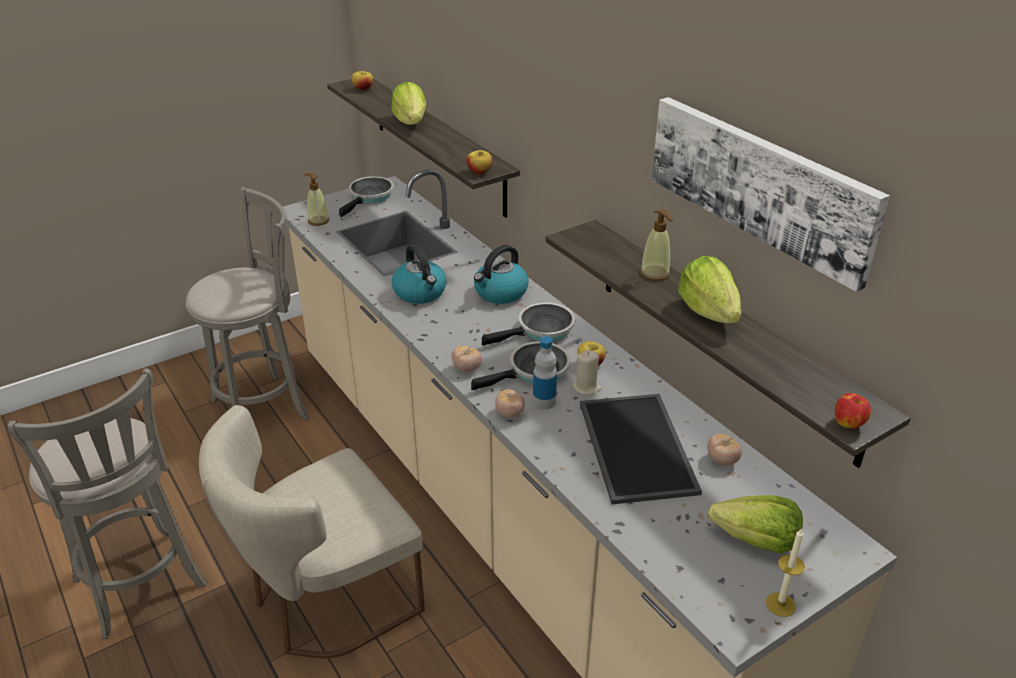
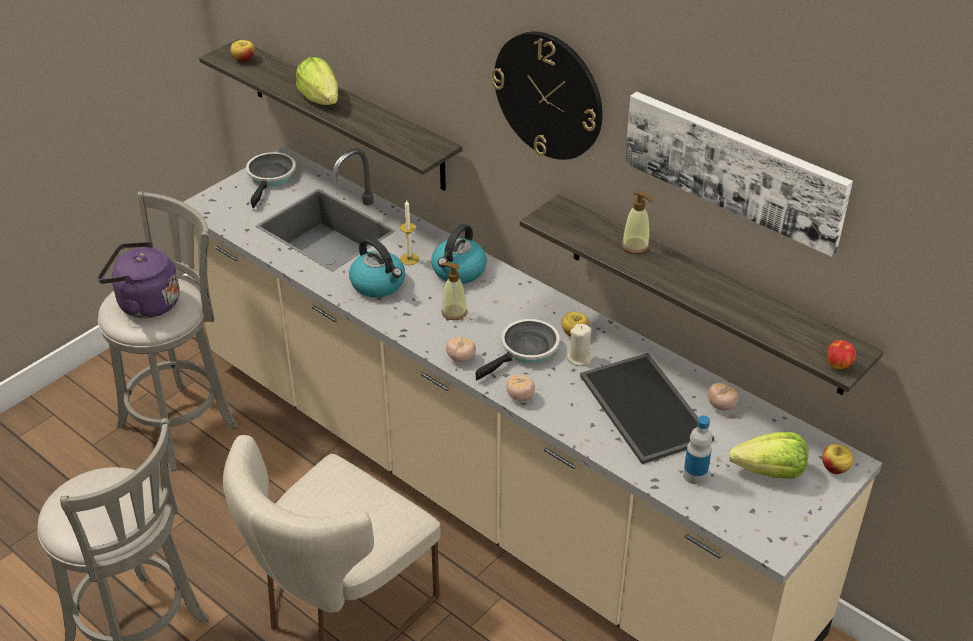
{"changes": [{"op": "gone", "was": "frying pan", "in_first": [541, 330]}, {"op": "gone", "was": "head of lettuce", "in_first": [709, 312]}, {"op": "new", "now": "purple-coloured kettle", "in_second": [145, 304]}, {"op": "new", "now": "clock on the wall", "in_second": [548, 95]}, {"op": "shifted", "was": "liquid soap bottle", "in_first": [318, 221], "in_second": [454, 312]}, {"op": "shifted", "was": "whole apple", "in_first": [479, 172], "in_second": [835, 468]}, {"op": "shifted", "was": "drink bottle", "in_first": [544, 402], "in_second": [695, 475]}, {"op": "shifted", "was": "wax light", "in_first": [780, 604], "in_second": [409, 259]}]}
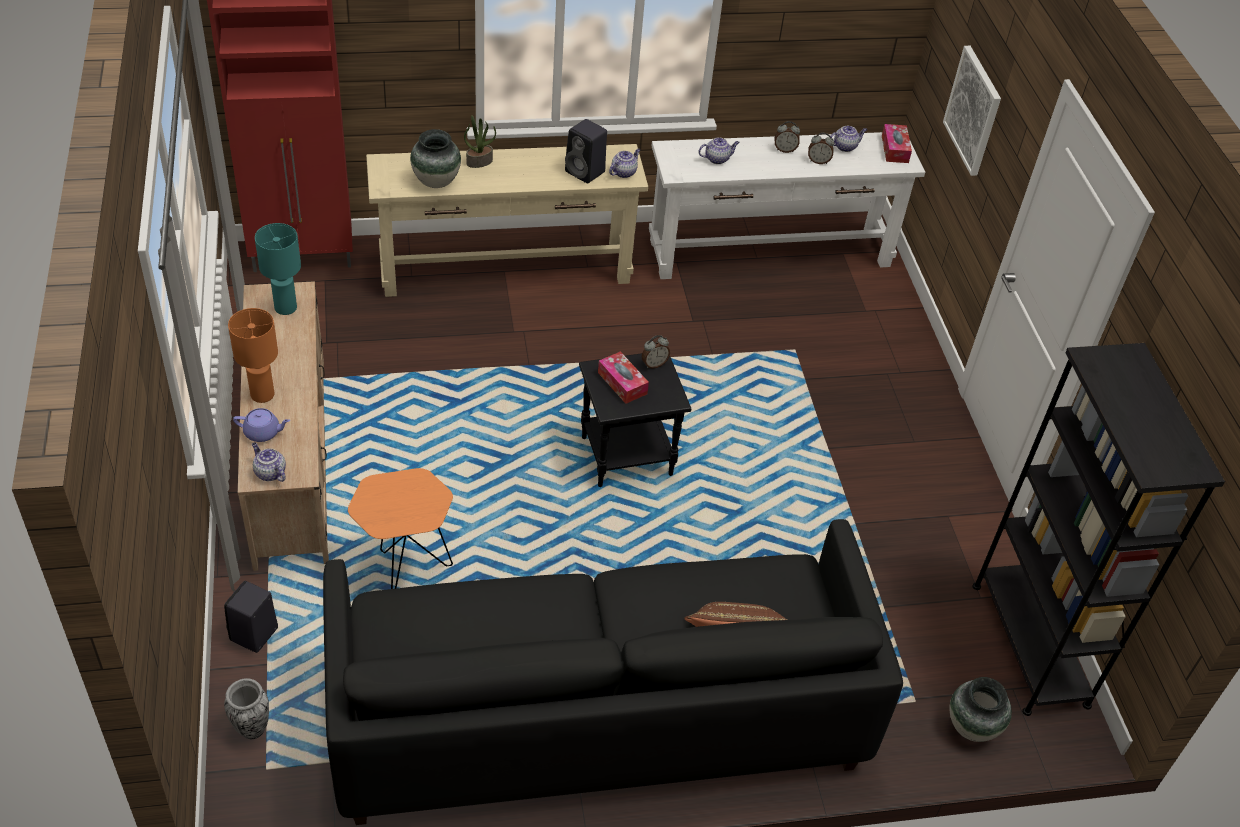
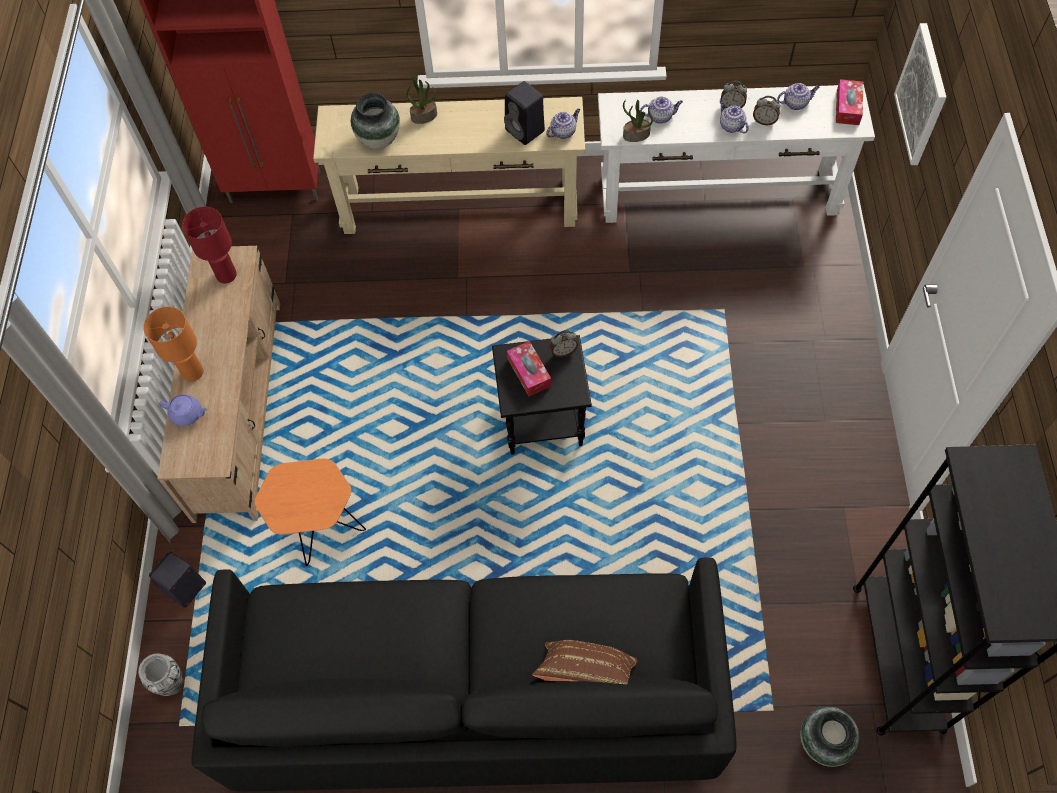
{"changes": [{"op": "new", "now": "plant in a pot", "in_second": [636, 135]}, {"op": "shifted", "was": "tea pot", "in_first": [269, 473], "in_second": [731, 126]}, {"op": "repainted", "was": "turquoise table lamp", "now": "red table lamp", "in_first": [286, 307], "in_second": [227, 275]}]}
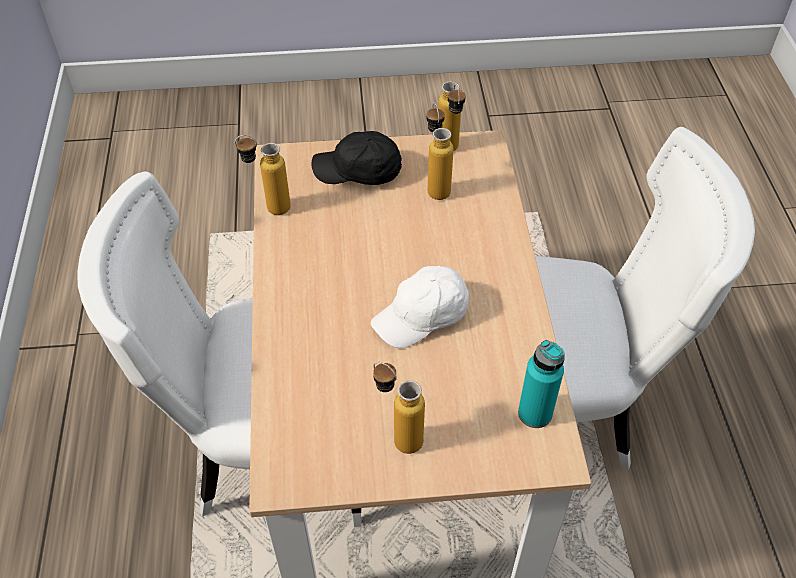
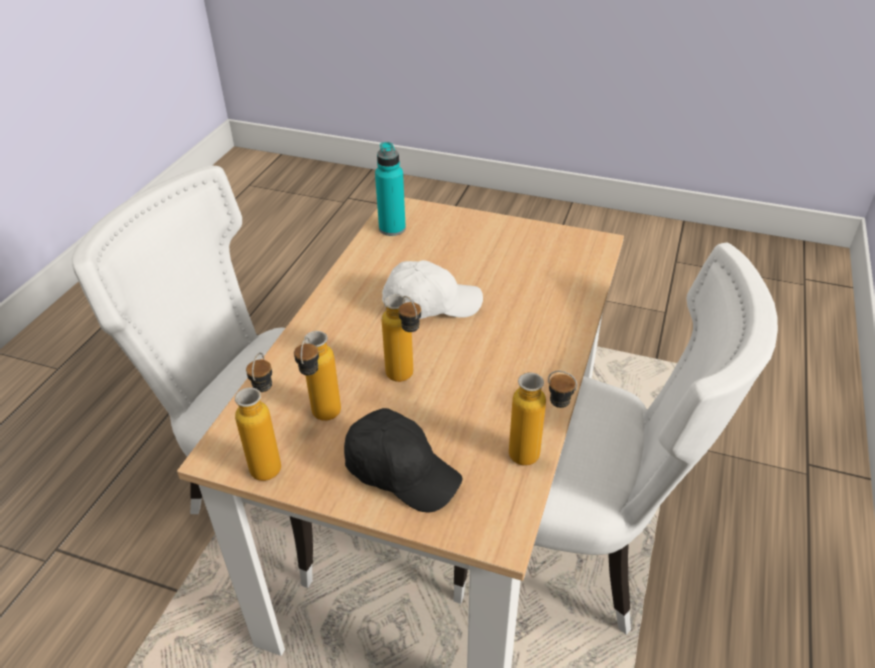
{"changes": [{"op": "shifted", "was": "drink bottle", "in_first": [398, 436], "in_second": [405, 380]}]}
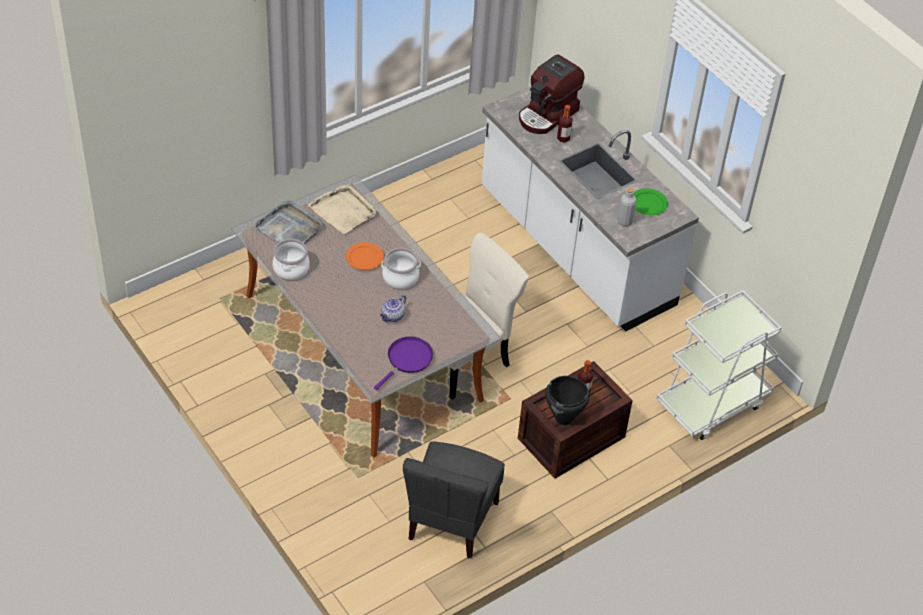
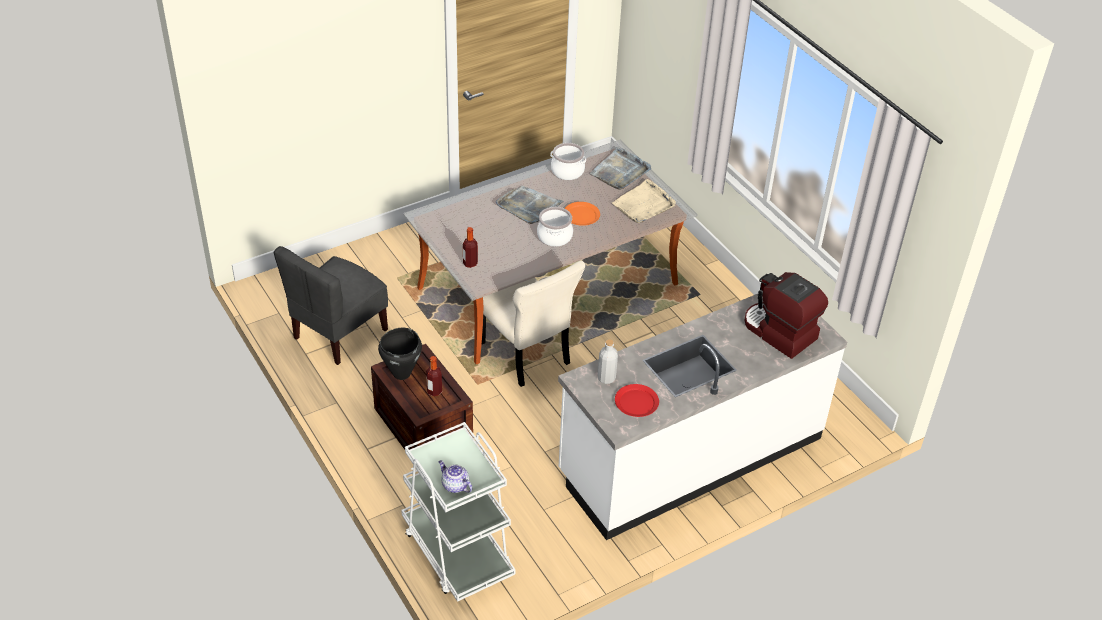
{"changes": [{"op": "gone", "was": "purple-coloured frying pan", "in_first": [407, 359]}, {"op": "new", "now": "greyish tray", "in_second": [528, 206]}, {"op": "shifted", "was": "tea pot", "in_first": [392, 316], "in_second": [454, 485]}, {"op": "shifted", "was": "drink bottle", "in_first": [563, 138], "in_second": [470, 263]}, {"op": "repainted", "was": "greenish plate", "now": "red plate", "in_first": [648, 203], "in_second": [636, 402]}, {"op": "rotated", "was": "greyish upright chair", "in_first": [451, 520], "in_second": [339, 333], "clockwise": -75}]}
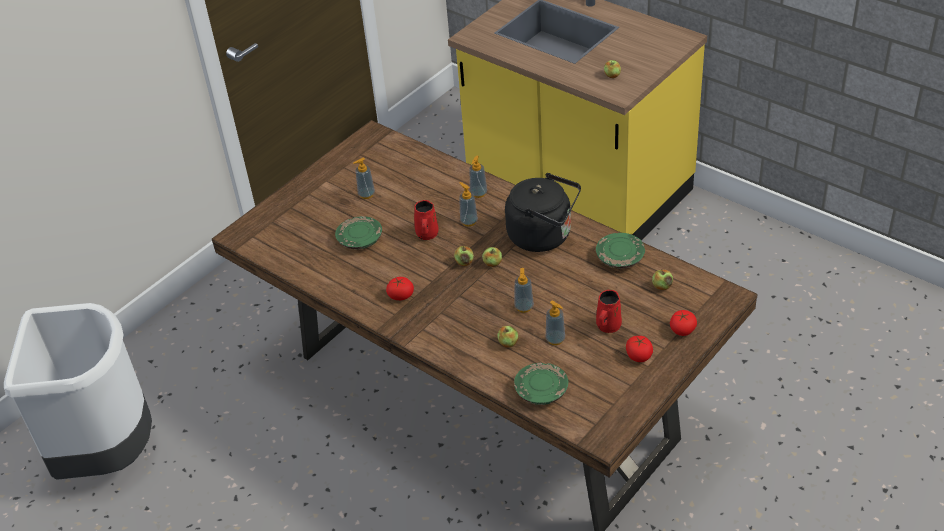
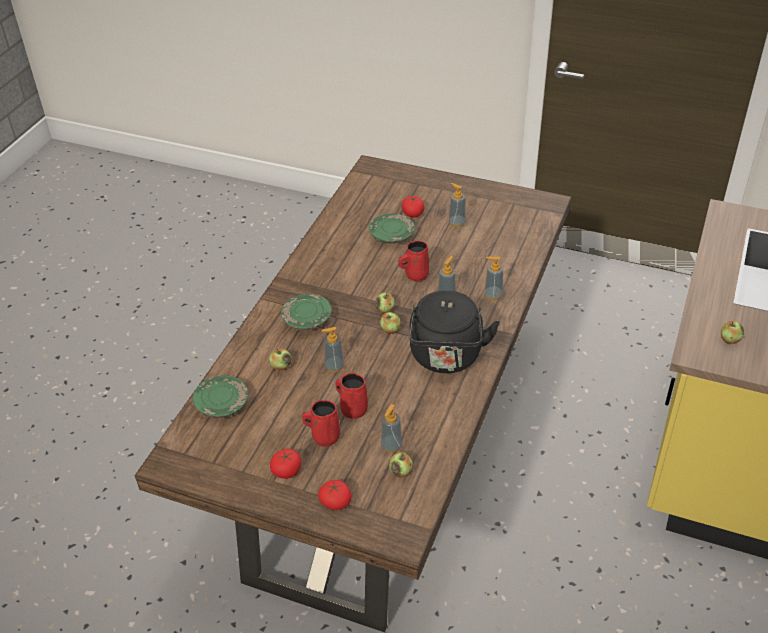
{"changes": [{"op": "gone", "was": "white-coloured trash can", "in_first": [109, 455]}, {"op": "new", "now": "red mug", "in_second": [353, 409]}, {"op": "shifted", "was": "fresh tomato", "in_first": [401, 295], "in_second": [413, 213]}, {"op": "shifted", "was": "liquid soap bottle", "in_first": [555, 339], "in_second": [391, 446]}, {"op": "shifted", "was": "greenish plate", "in_first": [620, 257], "in_second": [307, 319]}]}
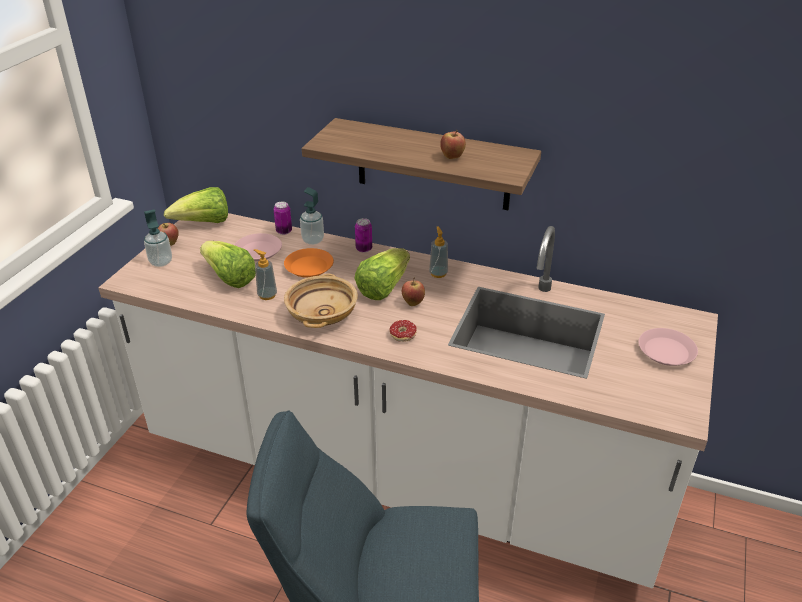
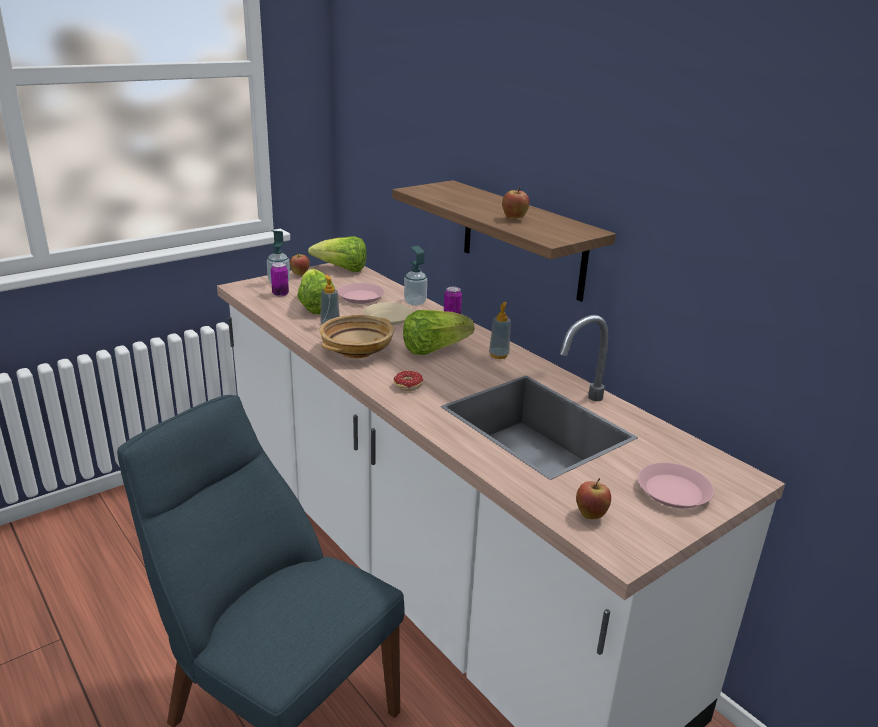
{"changes": [{"op": "shifted", "was": "metal can", "in_first": [284, 231], "in_second": [280, 294]}, {"op": "shifted", "was": "whole apple", "in_first": [413, 303], "in_second": [590, 515]}, {"op": "repainted", "was": "orange-coloured plate", "now": "beige plate", "in_first": [309, 267], "in_second": [388, 318]}]}
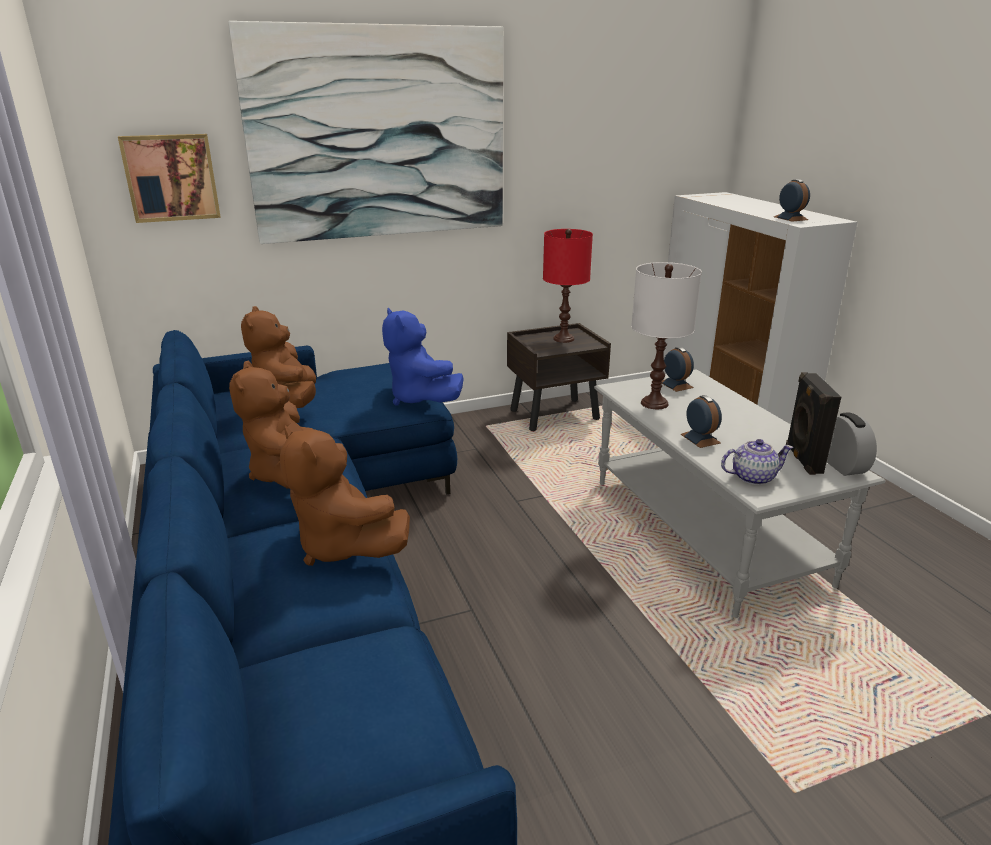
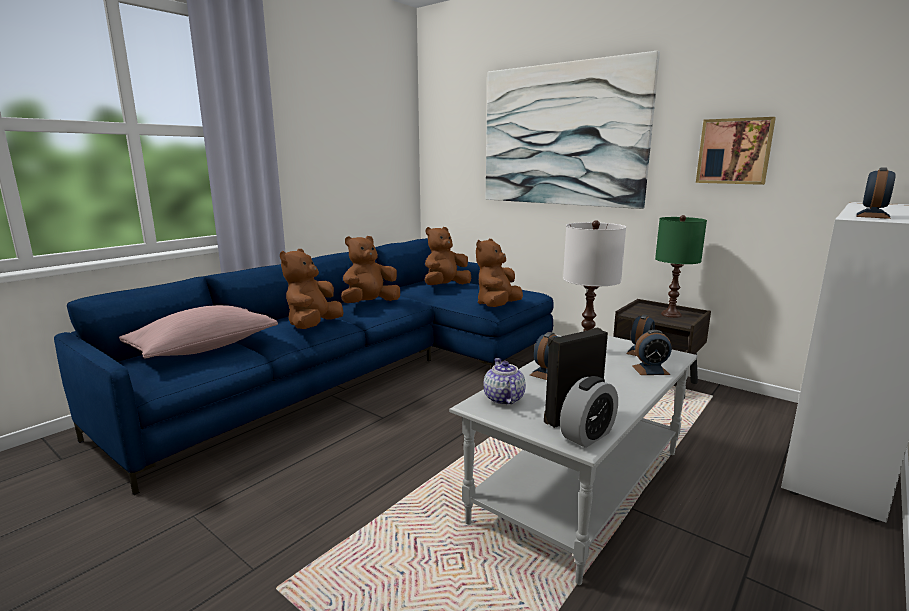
{"changes": [{"op": "new", "now": "pinkish cushion", "in_second": [204, 348]}, {"op": "new", "now": "table clock", "in_second": [650, 370]}, {"op": "shifted", "was": "wall picture", "in_first": [171, 177], "in_second": [734, 151]}, {"op": "repainted", "was": "blue-coloured soft toy", "now": "brownish soft toy", "in_first": [420, 398], "in_second": [497, 306]}, {"op": "repainted", "was": "red table lamp", "now": "greenish table lamp", "in_first": [563, 339], "in_second": [671, 314]}, {"op": "rotated", "was": "tea pot", "in_first": [752, 477], "in_second": [503, 399], "clockwise": -150}]}
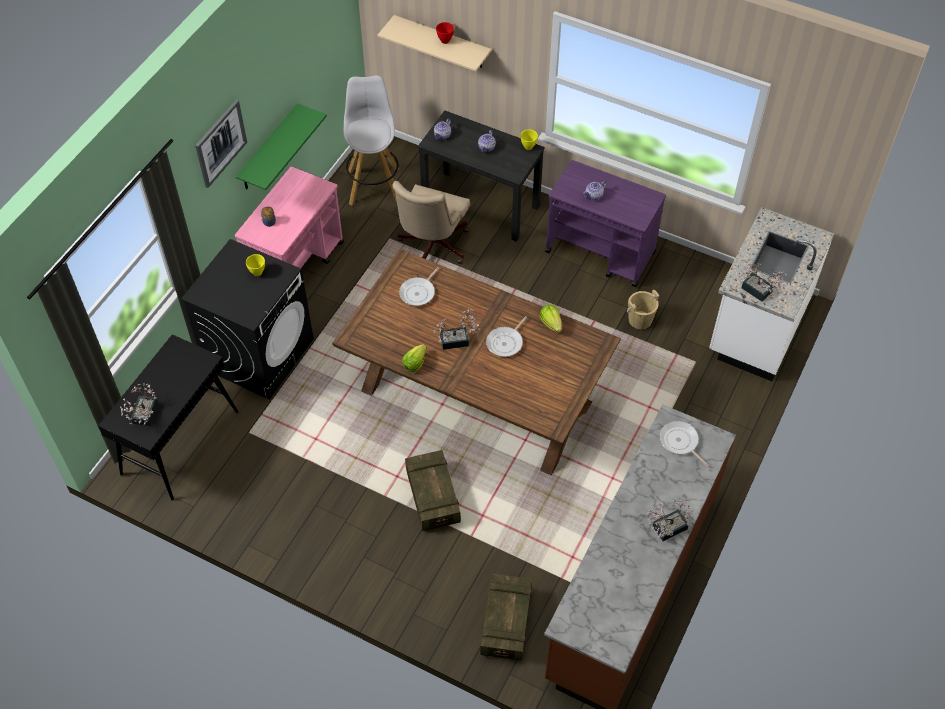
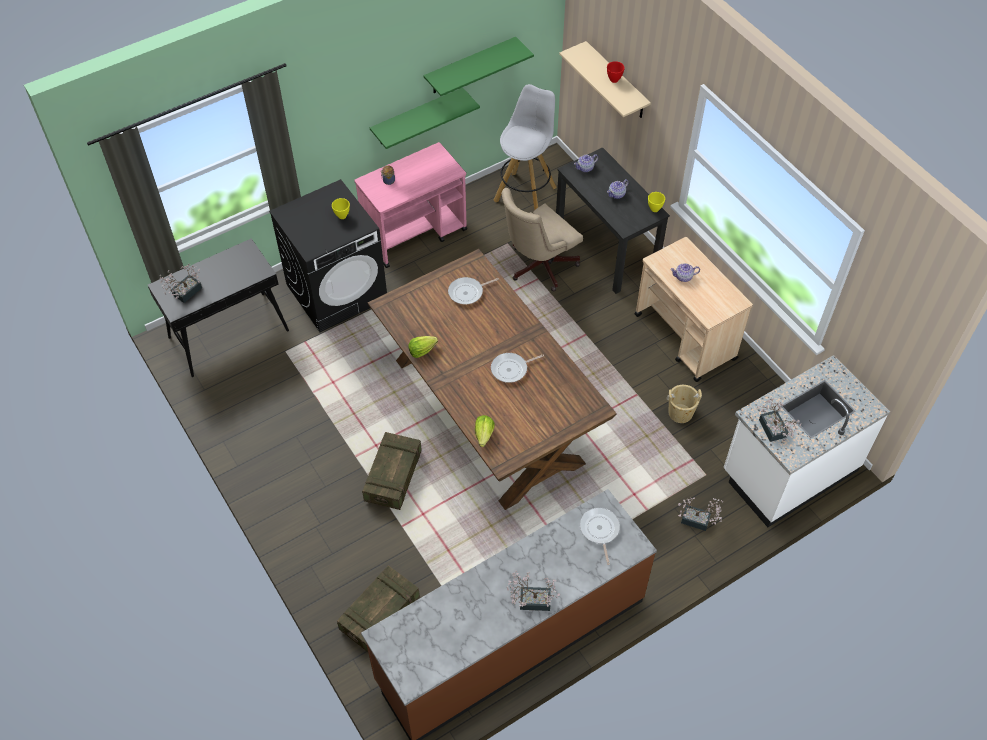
{"changes": [{"op": "gone", "was": "wall picture", "in_first": [220, 143]}, {"op": "new", "now": "greenish shelf", "in_second": [470, 66]}, {"op": "shifted", "was": "plant in a pot", "in_first": [458, 340], "in_second": [698, 521]}, {"op": "shifted", "was": "head of lettuce", "in_first": [551, 323], "in_second": [484, 435]}, {"op": "repainted", "was": "purple-coloured trolley", "now": "beige trolley", "in_first": [601, 253], "in_second": [685, 337]}]}
